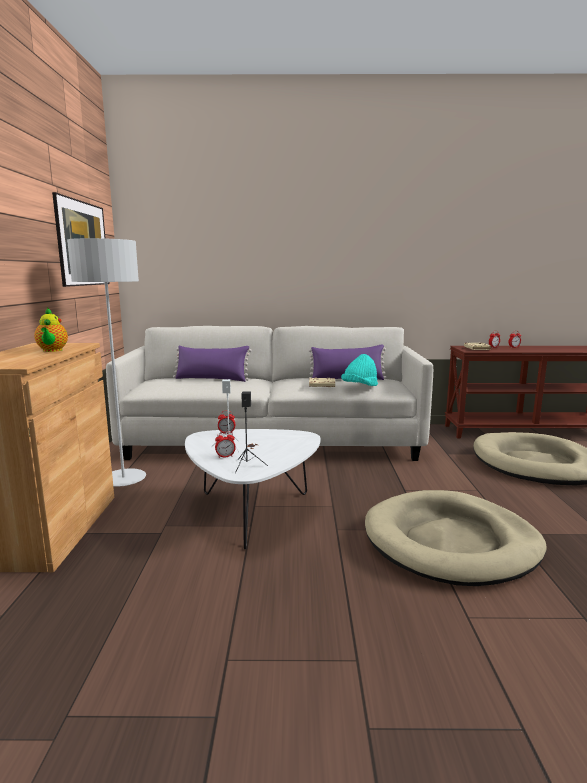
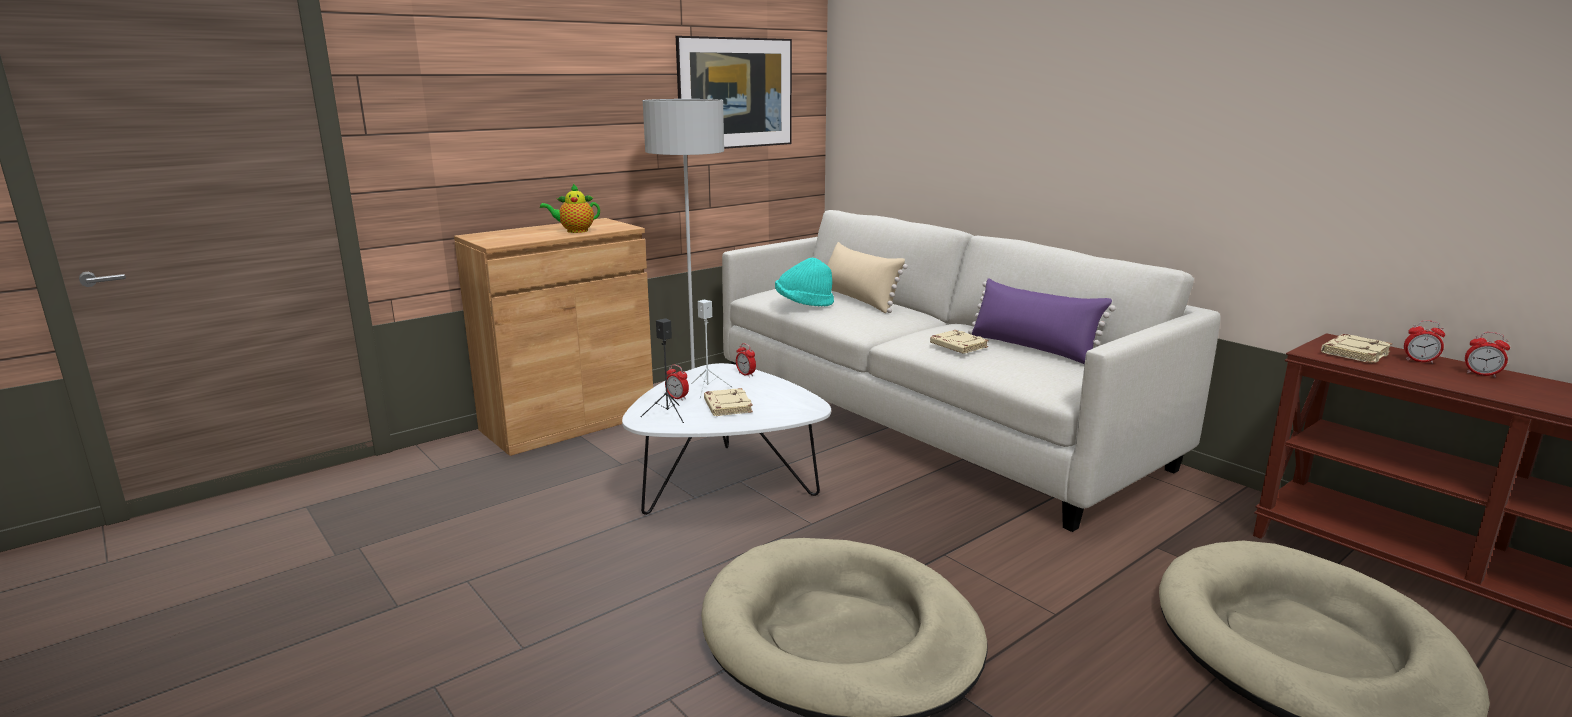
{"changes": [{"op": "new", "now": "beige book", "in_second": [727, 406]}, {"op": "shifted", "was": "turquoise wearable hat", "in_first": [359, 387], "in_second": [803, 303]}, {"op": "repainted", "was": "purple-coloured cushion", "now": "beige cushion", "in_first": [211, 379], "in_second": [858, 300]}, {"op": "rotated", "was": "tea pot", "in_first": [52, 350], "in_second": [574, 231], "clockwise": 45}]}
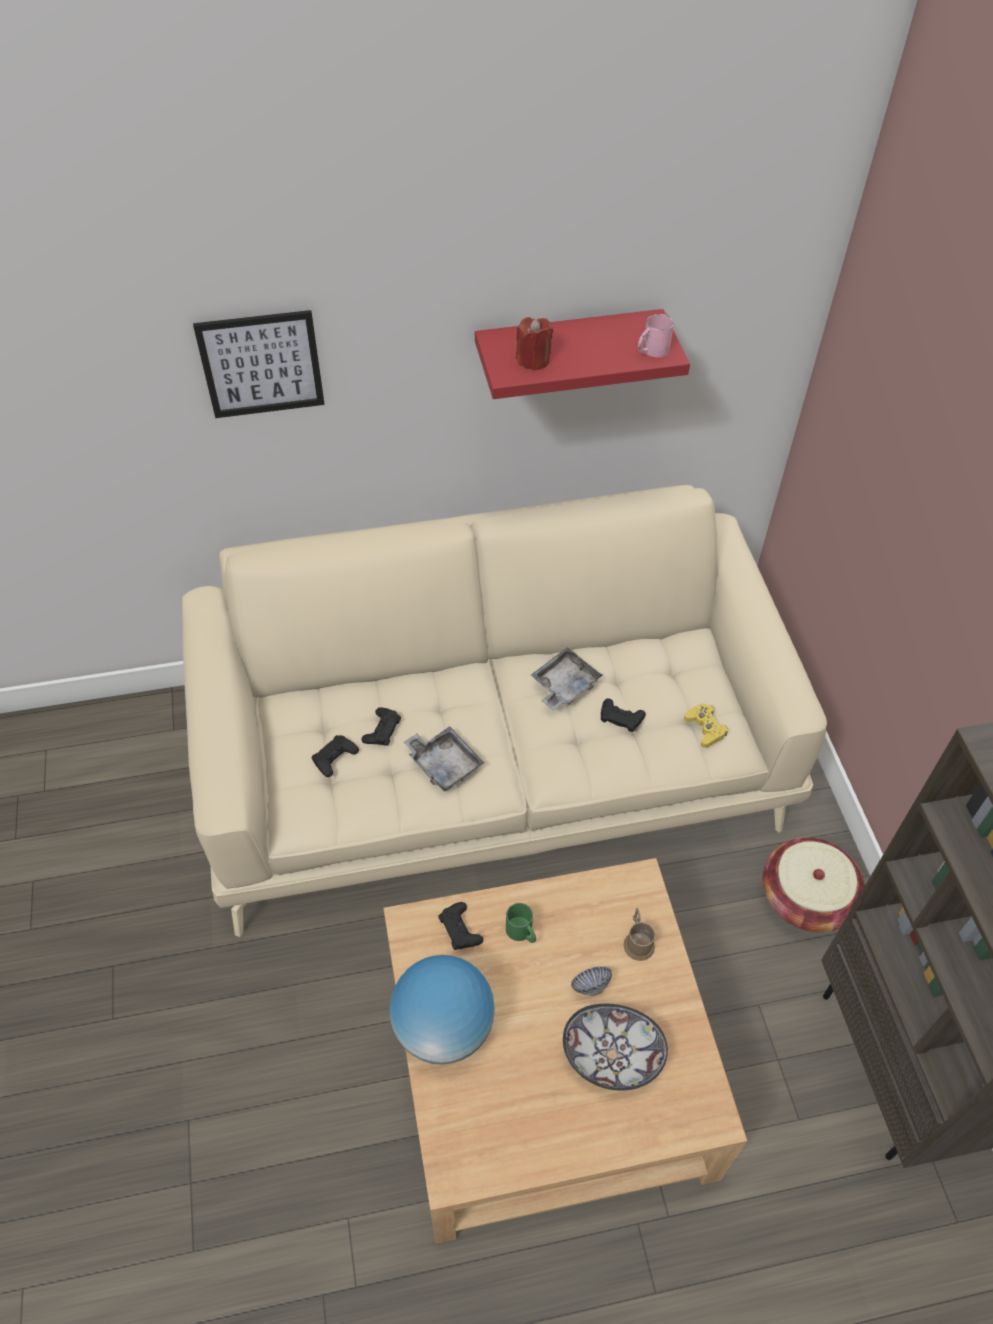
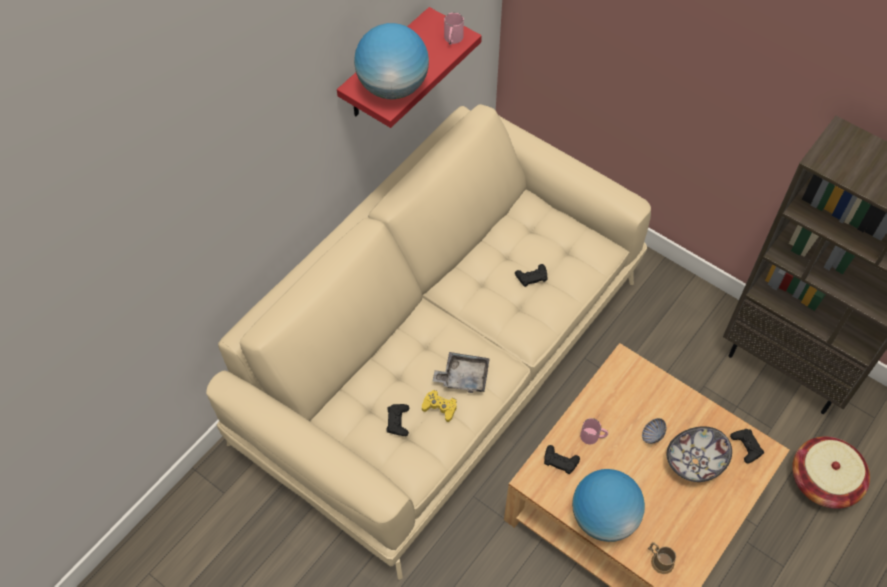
{"changes": [{"op": "gone", "was": "wall picture", "in_first": [261, 364]}, {"op": "gone", "was": "greyish tray", "in_first": [564, 685]}, {"op": "shifted", "was": "blackish game controller", "in_first": [382, 730], "in_second": [746, 446]}, {"op": "shifted", "was": "brownish mug", "in_first": [637, 941], "in_second": [659, 560]}, {"op": "shifted", "was": "yellow game controller", "in_first": [705, 728], "in_second": [440, 407]}, {"op": "shifted", "was": "household basket", "in_first": [806, 897], "in_second": [823, 481]}, {"op": "swapped", "was": "red wax light", "now": "desk globe", "in_first": [533, 360], "in_second": [393, 87]}, {"op": "repainted", "was": "greenish mug", "now": "pinkish mug", "in_first": [522, 933], "in_second": [593, 436]}]}
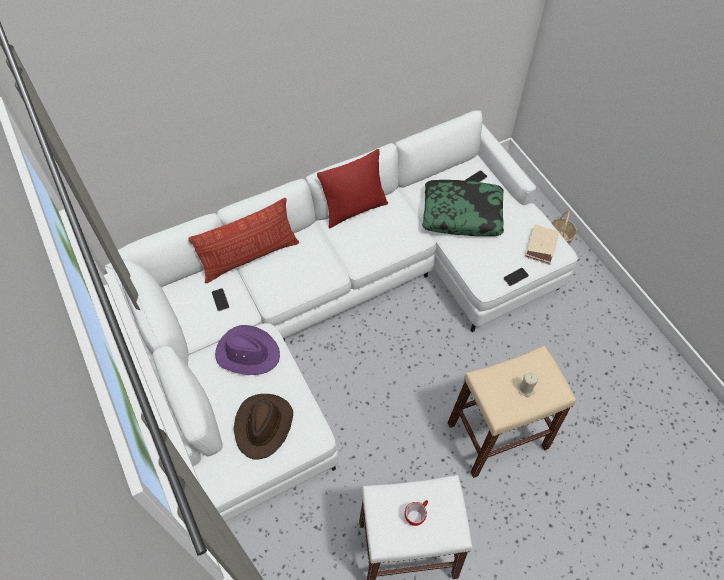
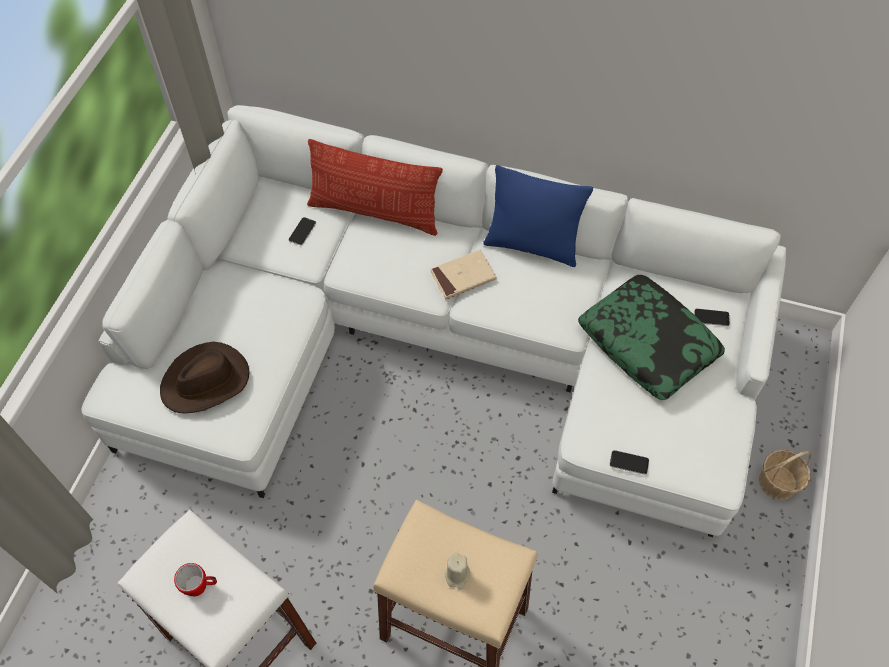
{"changes": [{"op": "gone", "was": "purple-coloured wearable hat", "in_first": [247, 353]}, {"op": "shifted", "was": "beige book", "in_first": [541, 246], "in_second": [463, 276]}, {"op": "repainted", "was": "red cushion", "now": "blue-coloured cushion", "in_first": [354, 209], "in_second": [532, 245]}]}
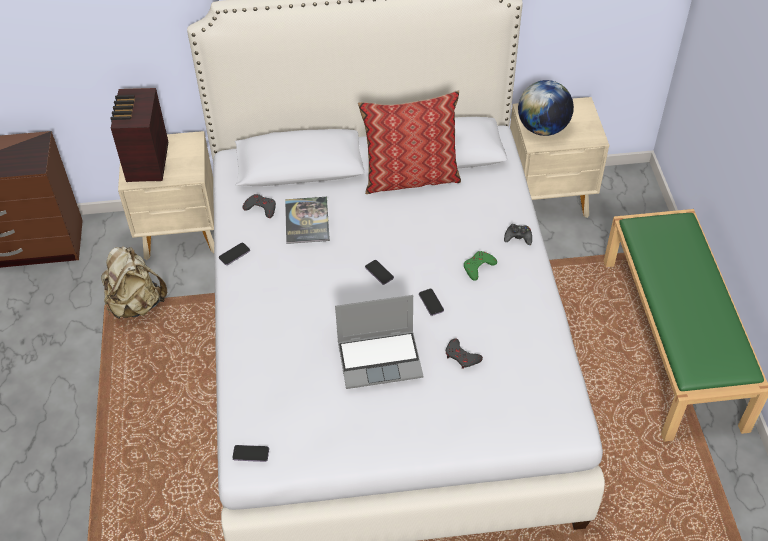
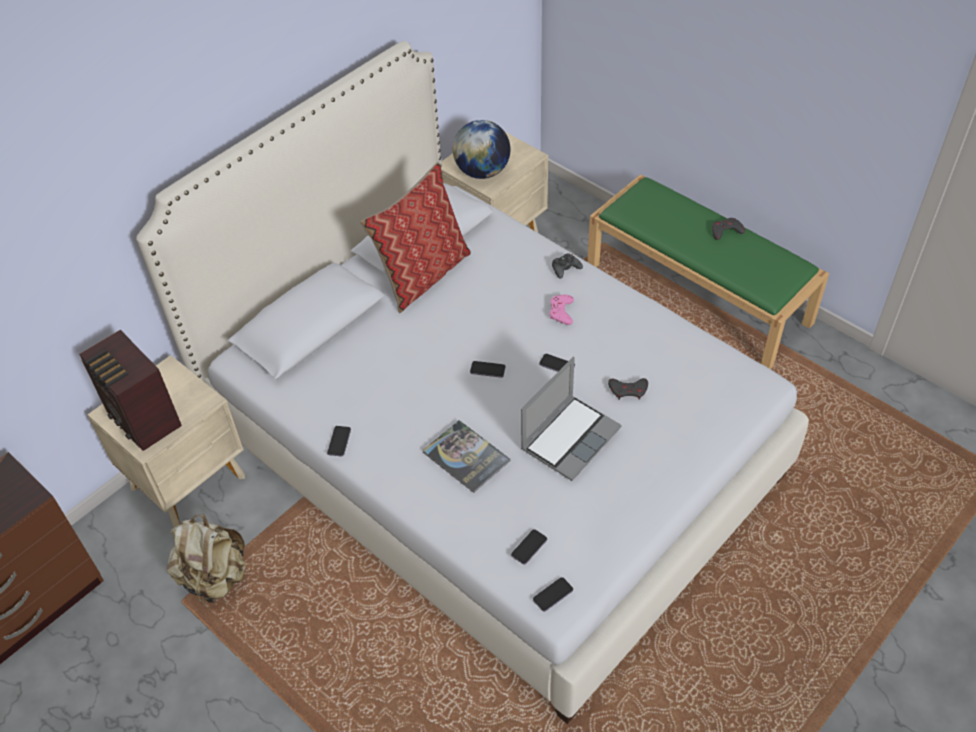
{"changes": [{"op": "new", "now": "handset", "in_second": [529, 547]}, {"op": "shifted", "was": "greyish game controller", "in_first": [261, 208], "in_second": [726, 231]}, {"op": "shifted", "was": "book", "in_first": [307, 221], "in_second": [466, 457]}, {"op": "repainted", "was": "greenish game controller", "now": "pinkish game controller", "in_first": [478, 267], "in_second": [561, 312]}]}
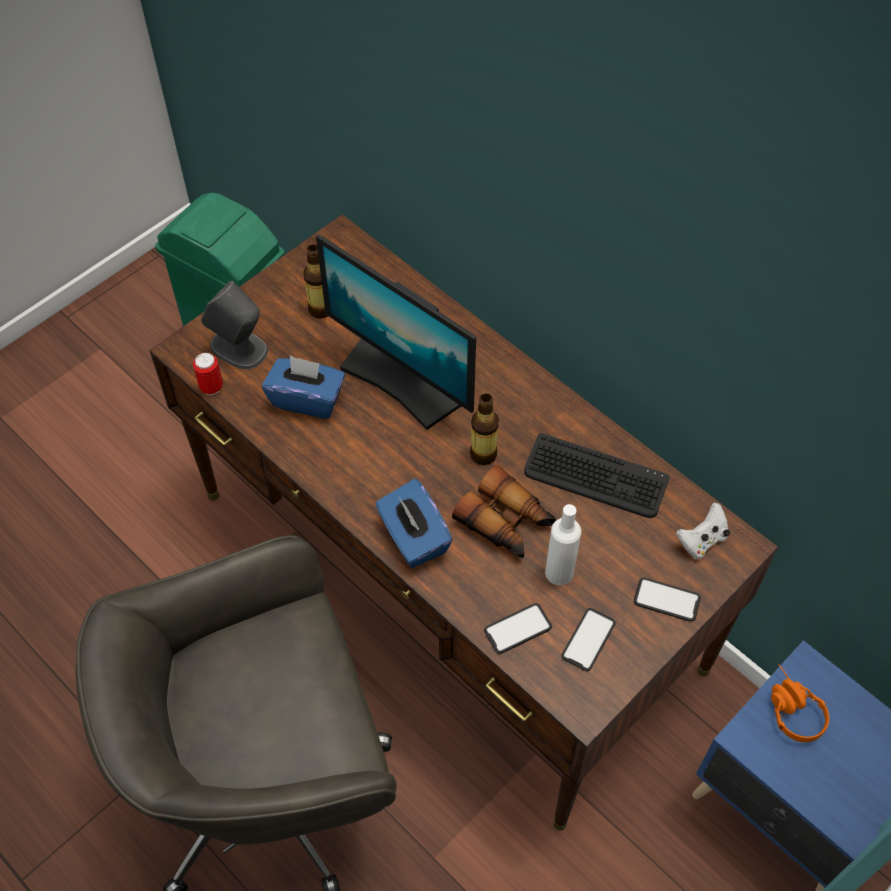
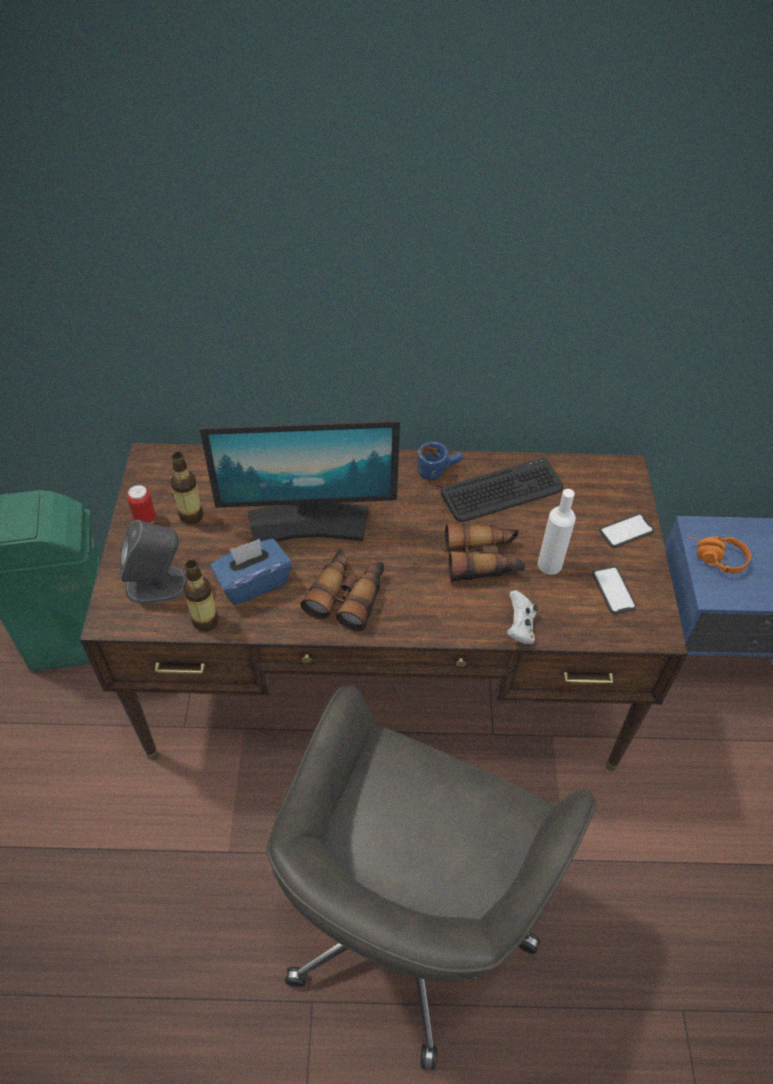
{"changes": [{"op": "gone", "was": "blue-coloured box of tissues", "in_first": [413, 537]}, {"op": "gone", "was": "handset", "in_first": [517, 629]}, {"op": "new", "now": "field glasses", "in_second": [347, 595]}, {"op": "new", "now": "blue-coloured mug", "in_second": [438, 469]}, {"op": "shifted", "was": "metal can", "in_first": [211, 387], "in_second": [145, 519]}, {"op": "shifted", "was": "drink bottle", "in_first": [483, 454], "in_second": [205, 621]}, {"op": "shifted", "was": "white-coloured game controller", "in_first": [701, 540], "in_second": [520, 627]}]}
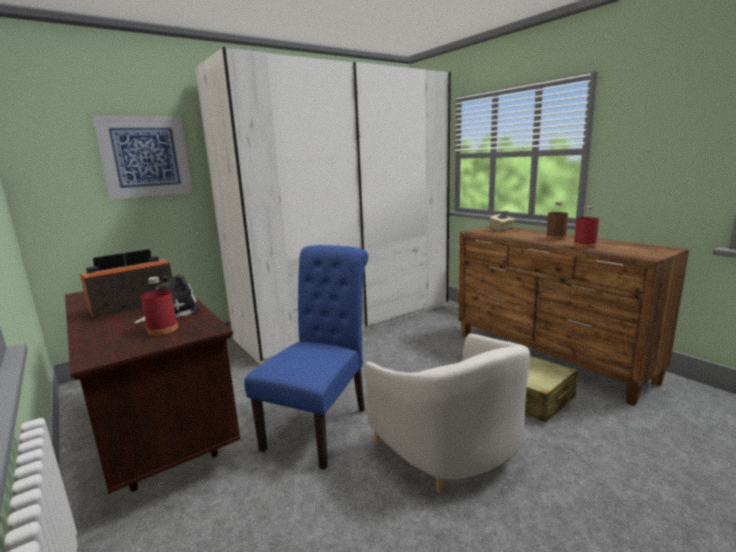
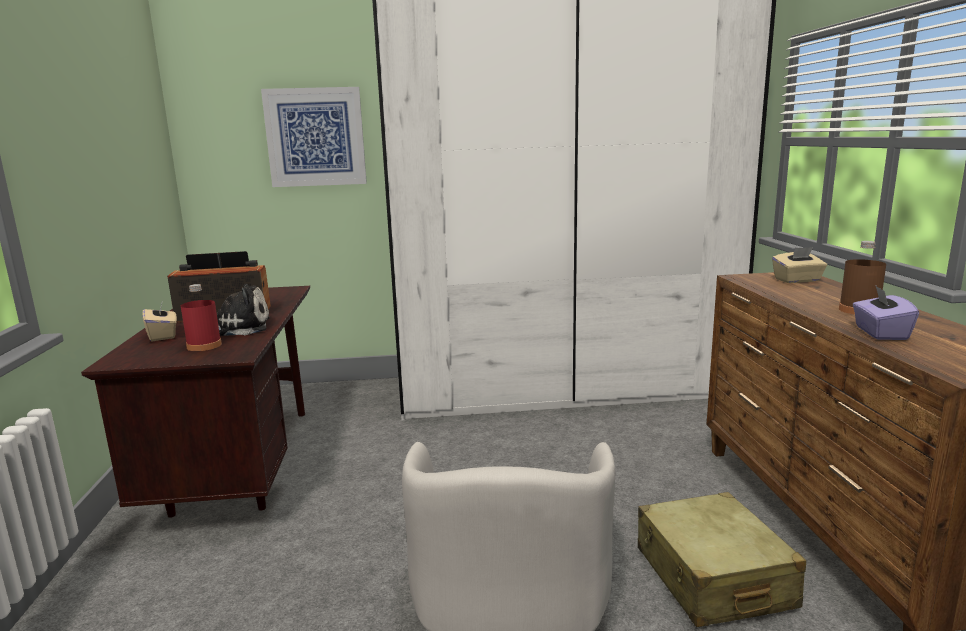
{"changes": [{"op": "gone", "was": "blue-coloured upright chair", "in_first": [321, 424]}, {"op": "new", "now": "beige box of tissues", "in_second": [163, 335]}, {"op": "swapped", "was": "red drink bottle", "now": "purple-coloured box of tissues", "in_first": [584, 246], "in_second": [880, 333]}]}
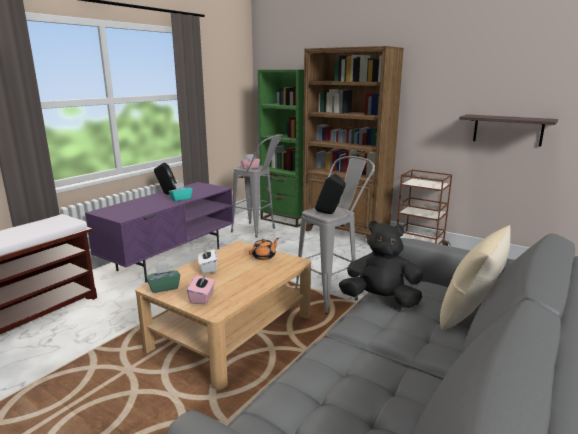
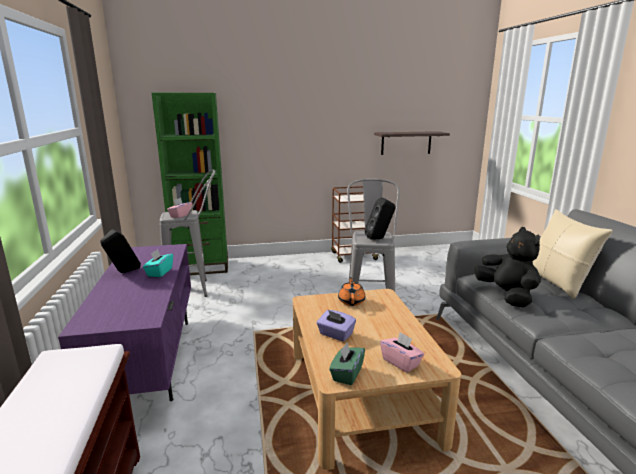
{"changes": [{"op": "gone", "was": "brownish shelving unit", "in_first": [346, 232]}, {"op": "repainted", "was": "white-coloured box of tissues", "now": "purple-coloured box of tissues", "in_first": [208, 268], "in_second": [335, 334]}, {"op": "rotated", "was": "blackish soft toy", "in_first": [381, 300], "in_second": [507, 296], "clockwise": 105}]}
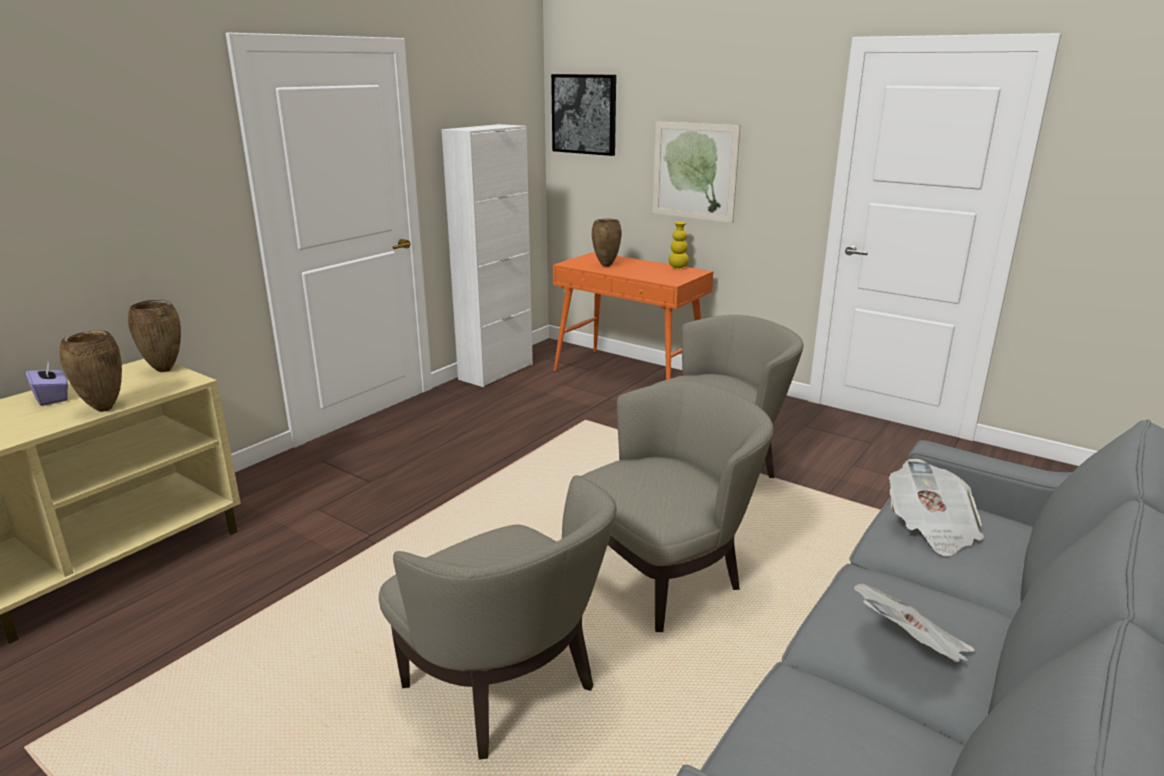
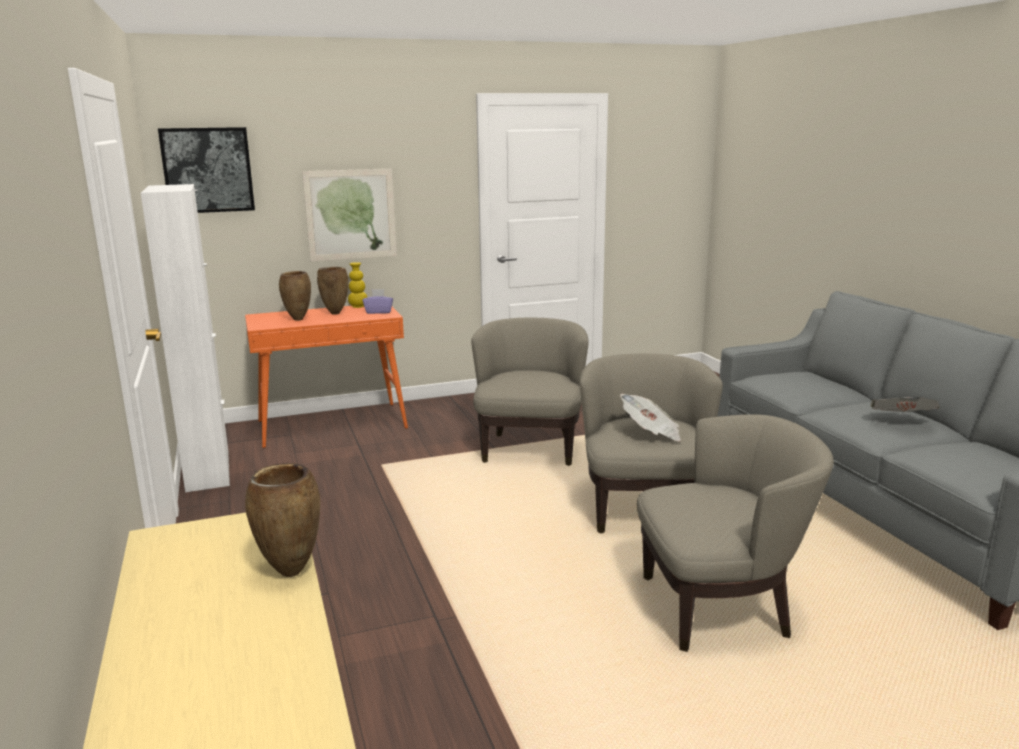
{"changes": [{"op": "shifted", "was": "purple-coloured box of tissues", "in_first": [52, 397], "in_second": [379, 312]}, {"op": "shifted", "was": "brownish decorative vase", "in_first": [165, 370], "in_second": [335, 313]}, {"op": "shifted", "was": "printed paper", "in_first": [931, 529], "in_second": [651, 433]}]}
